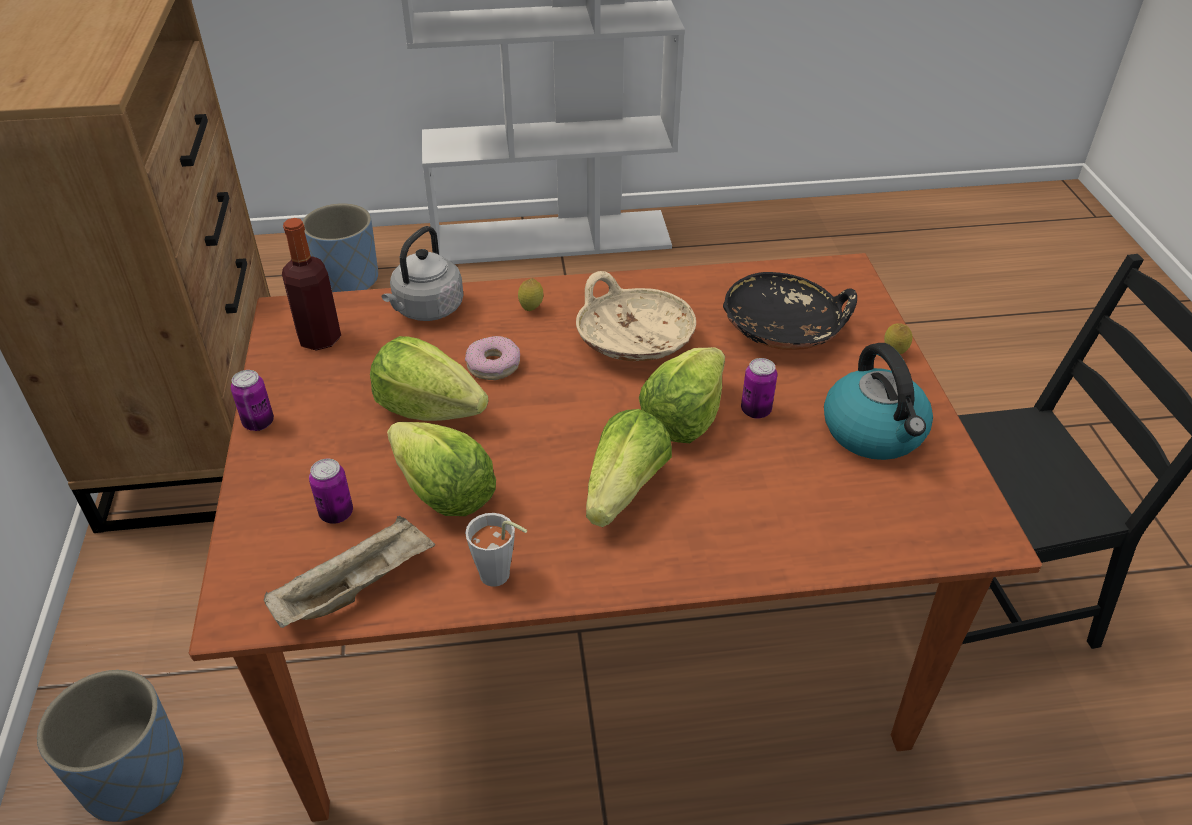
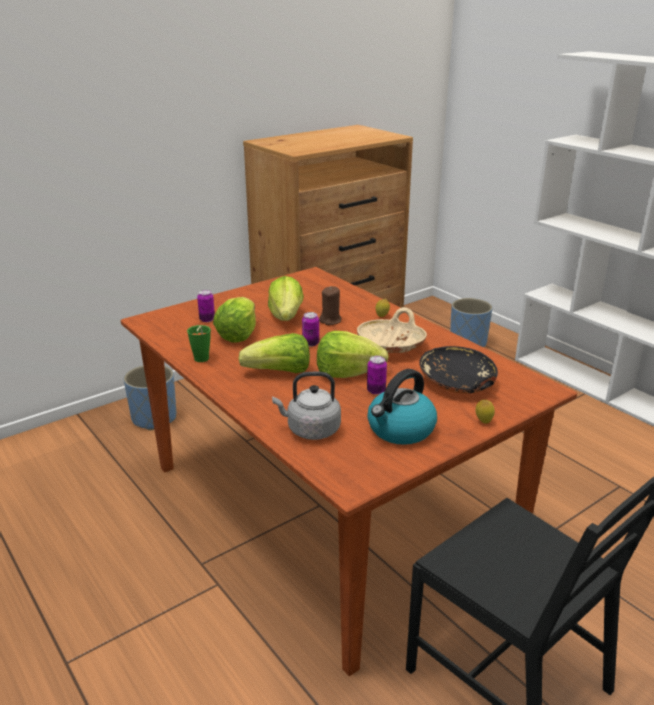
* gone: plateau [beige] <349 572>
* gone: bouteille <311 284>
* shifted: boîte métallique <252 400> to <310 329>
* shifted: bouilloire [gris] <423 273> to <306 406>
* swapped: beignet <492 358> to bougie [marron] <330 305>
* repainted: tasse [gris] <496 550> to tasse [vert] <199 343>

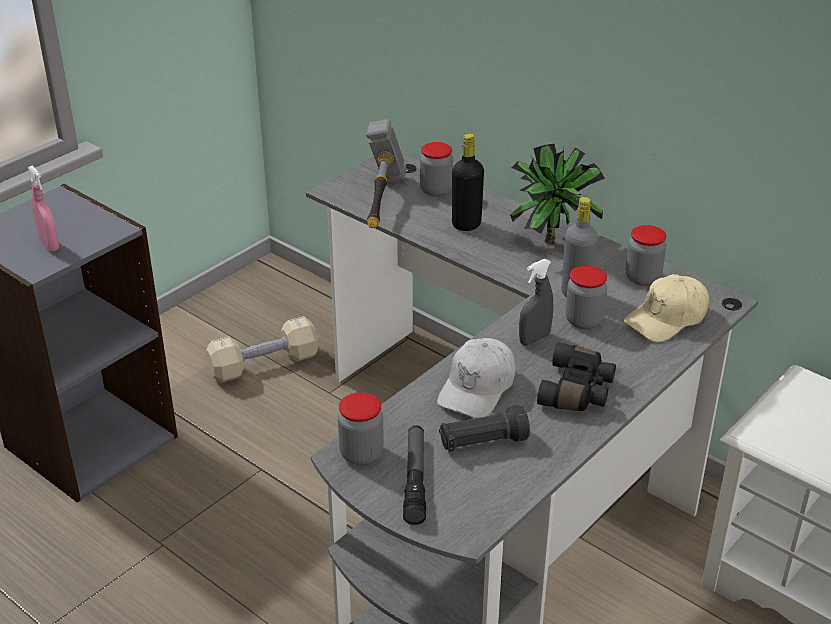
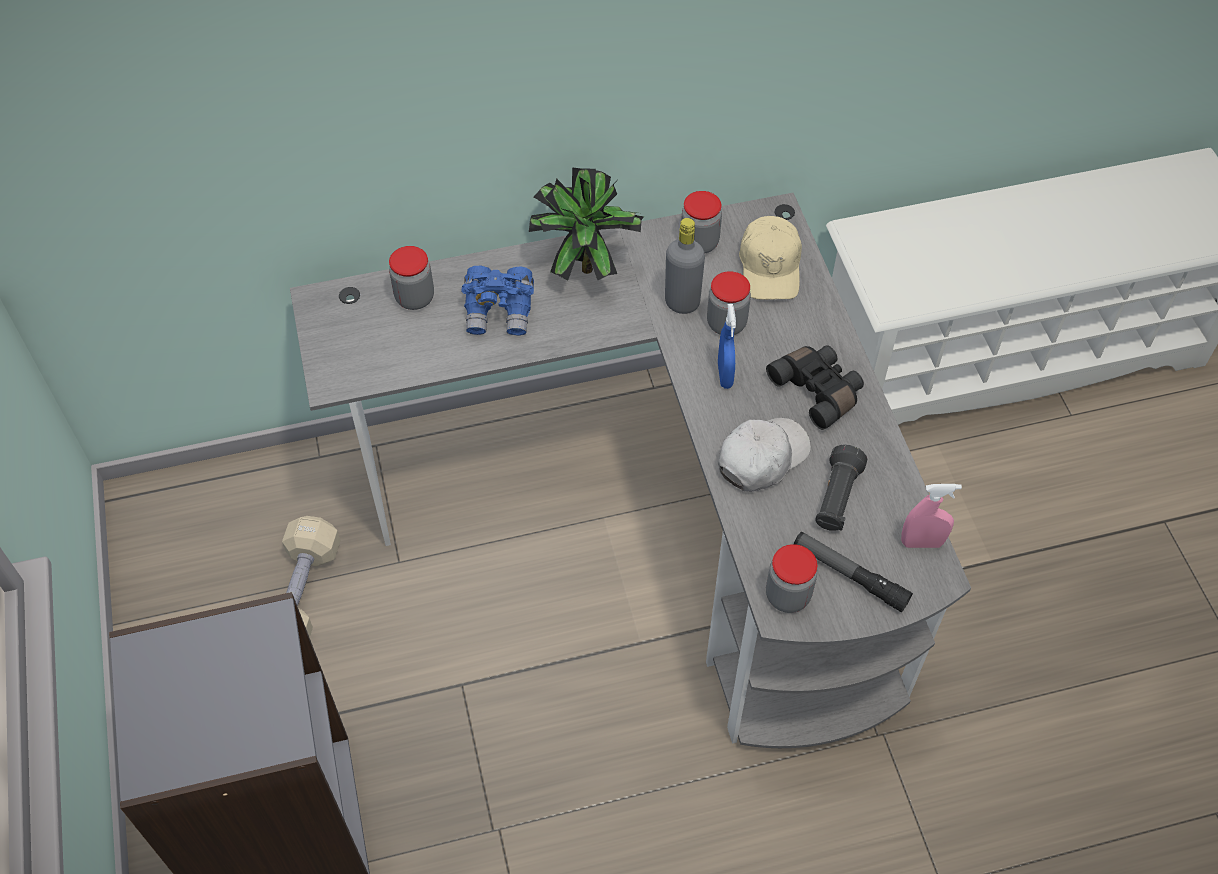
* gone: marteau <386 173>
* shifted: vaporisateur [rose] <43 208> to <931 516>
* swapped: bouteille [noir] <468 182> to jumelles [bleu] <497 300>
* repainted: vaporisateur [gris] <536 302> to vaporisateur [bleu] <727 346>
* rotated: casquette [blanc] <476 378> = <764 455> 105 degrees counterclockwise

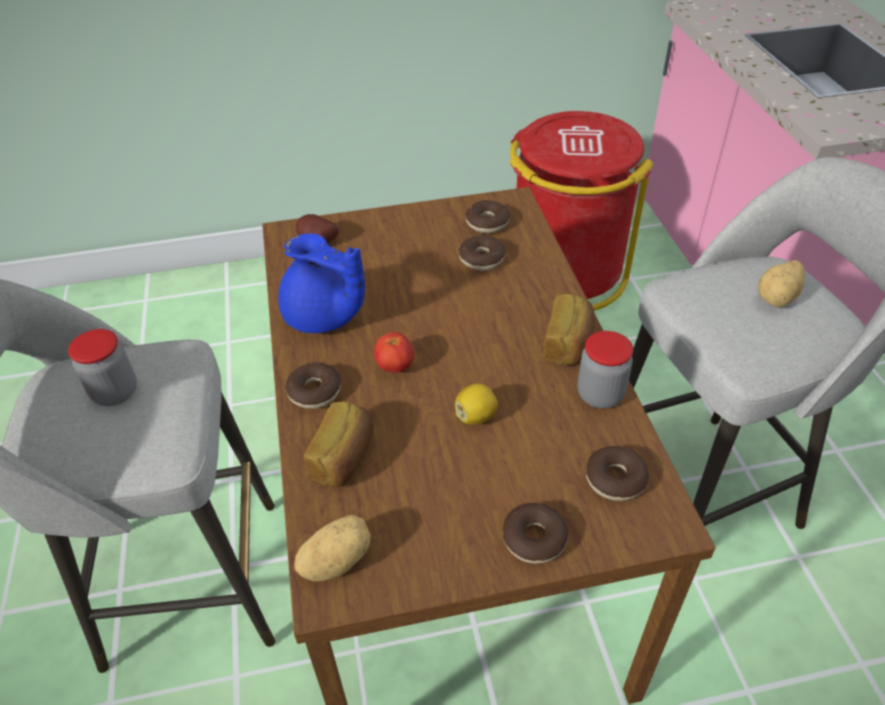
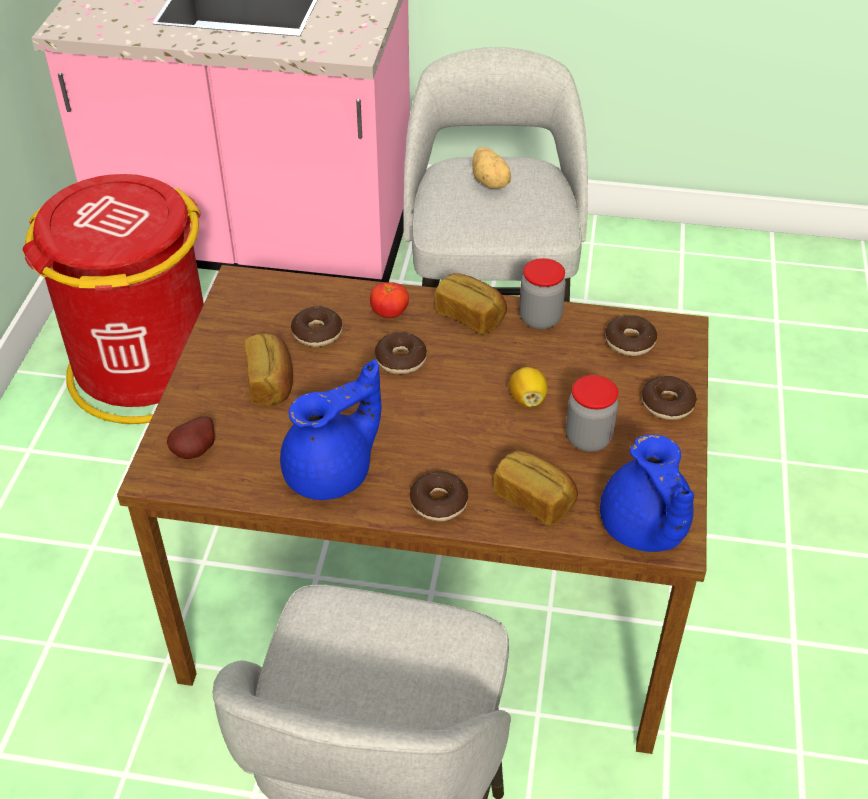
* new: pain <268 370>
* shifted: bocal <102 367> to <592 413>
* shifted: tomate <394 352> to <389 300>
* shifted: beignet <488 216> to <401 353>
* swapped: pomme de terre <332 548> to théière [bleu] <647 493>

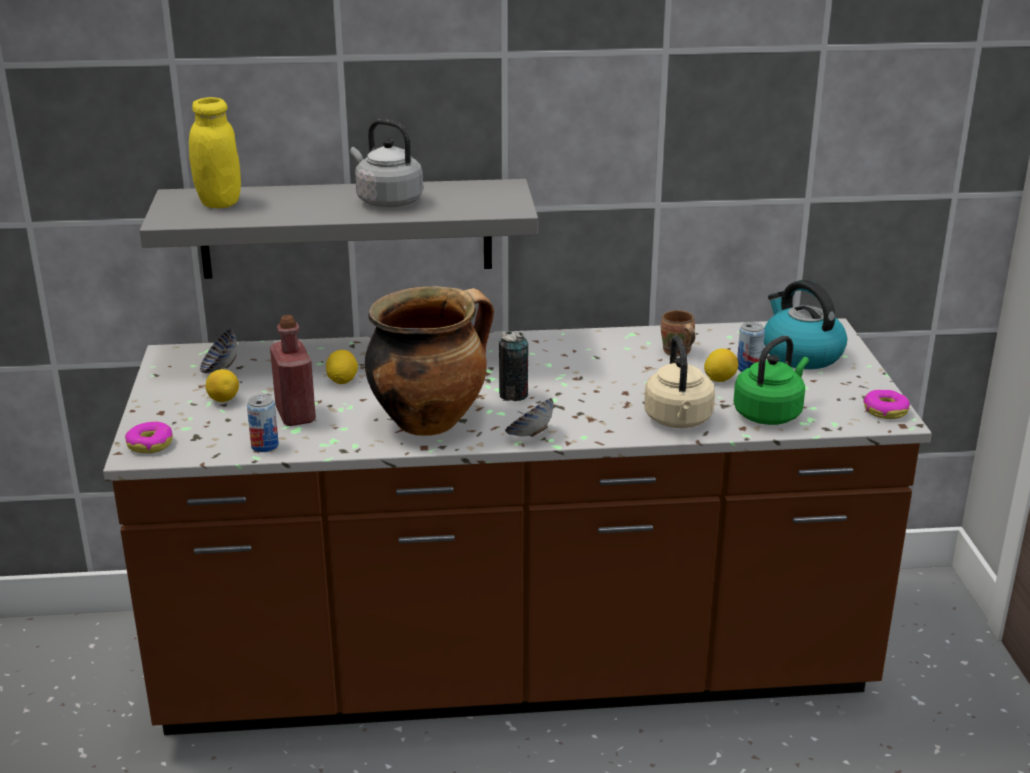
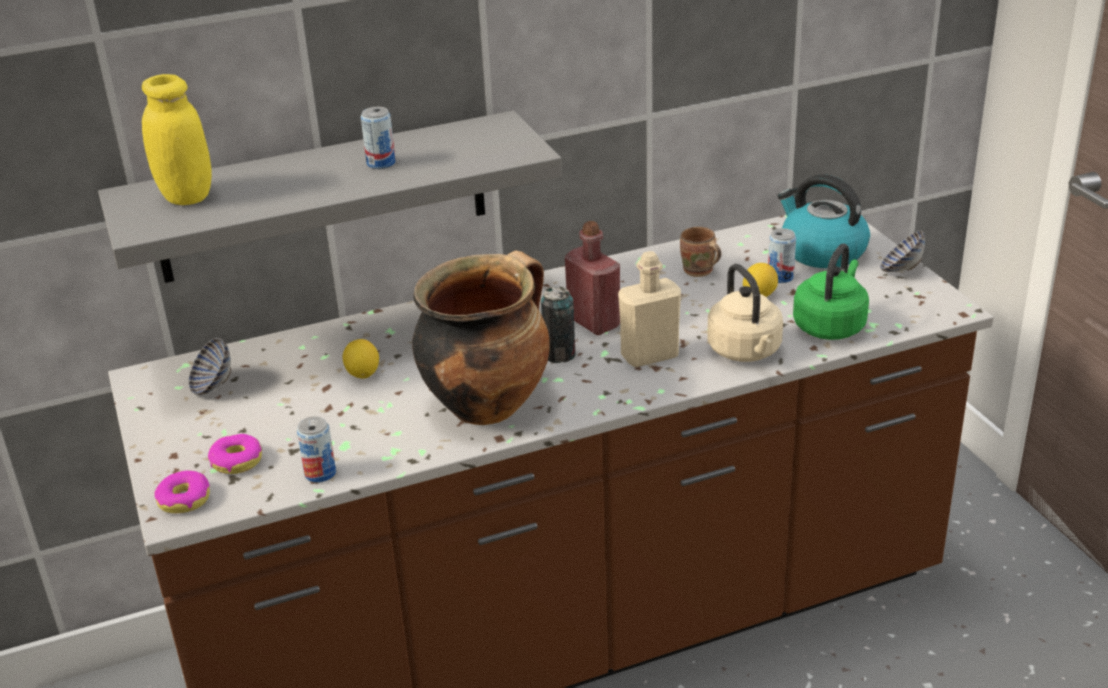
* gone: citron <222 385>
* new: bouteille [beige] <649 309>
* shifted: bouteille [rouge] <293 370> to <592 278>
* shifted: bol <529 417> to <902 251>
* shifted: beignet <886 404> to <235 454>
* swapped: bouilloire [gris] <386 163> to boîte métallique <378 138>

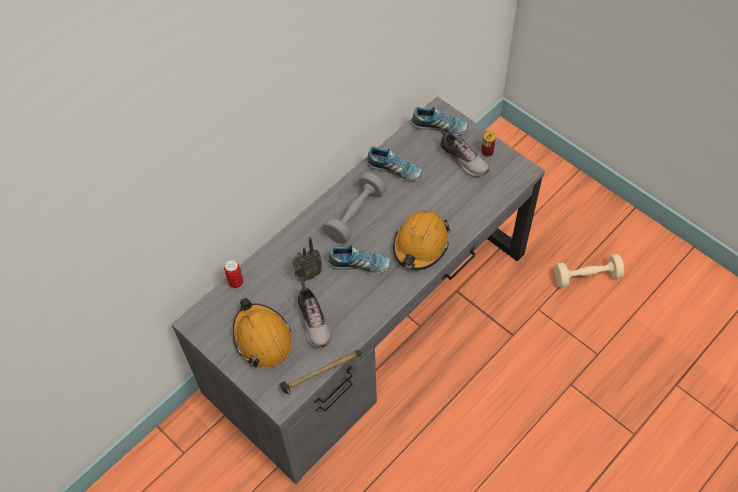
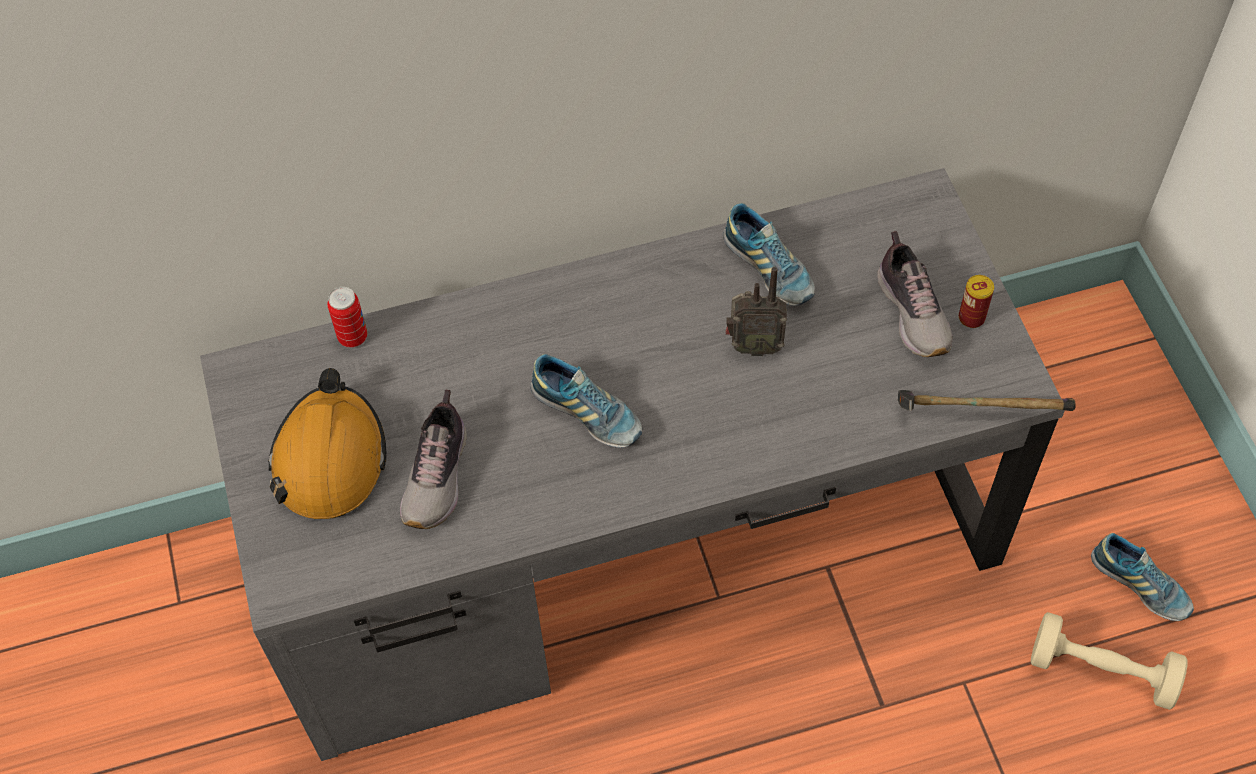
* gone: haltère [gris] <354 208>
* gone: casque de chantier [orange] <422 240>
* shifted: marteau <320 372> to <987 400>
* shifted: radio <307 259> to <756 311>
* shifted: chaussure <439 121> to <1142 577>

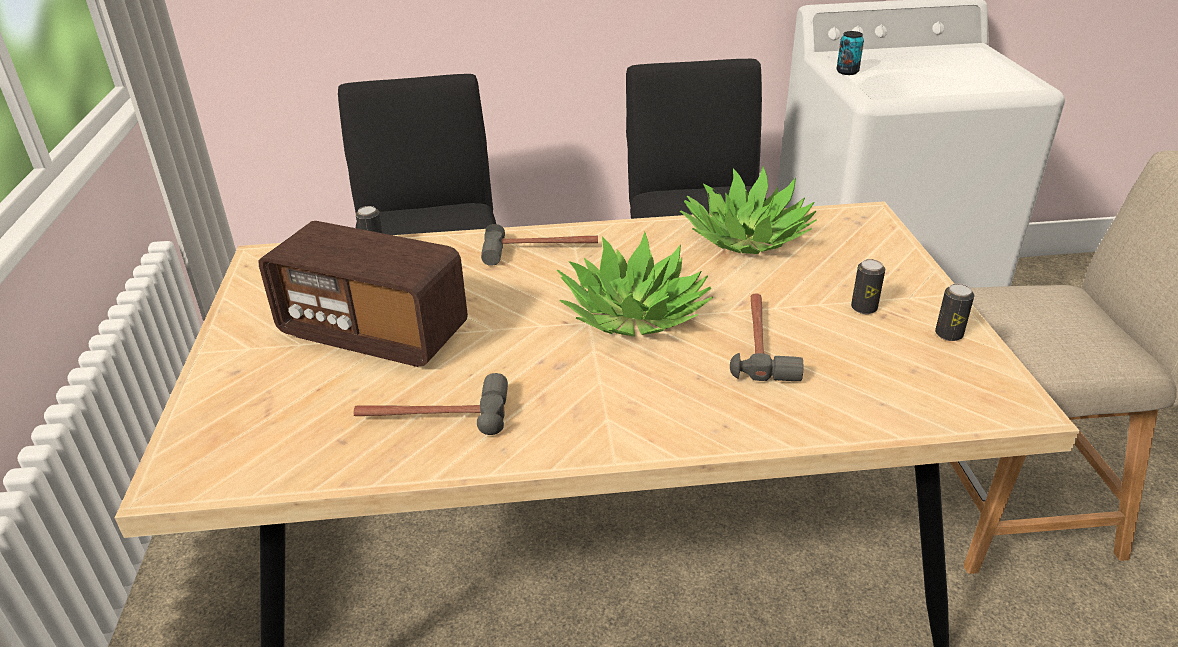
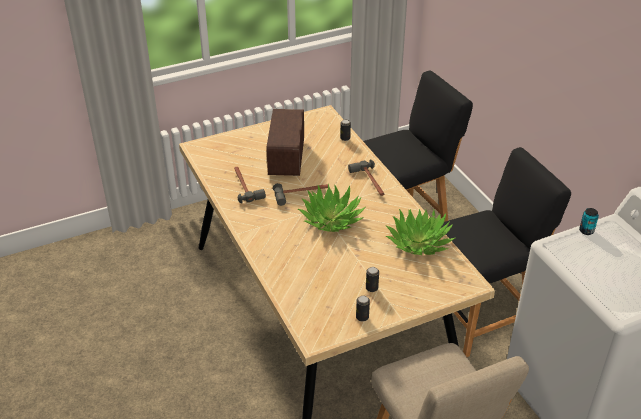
* shifted: marteau <766 337> to <300 194>

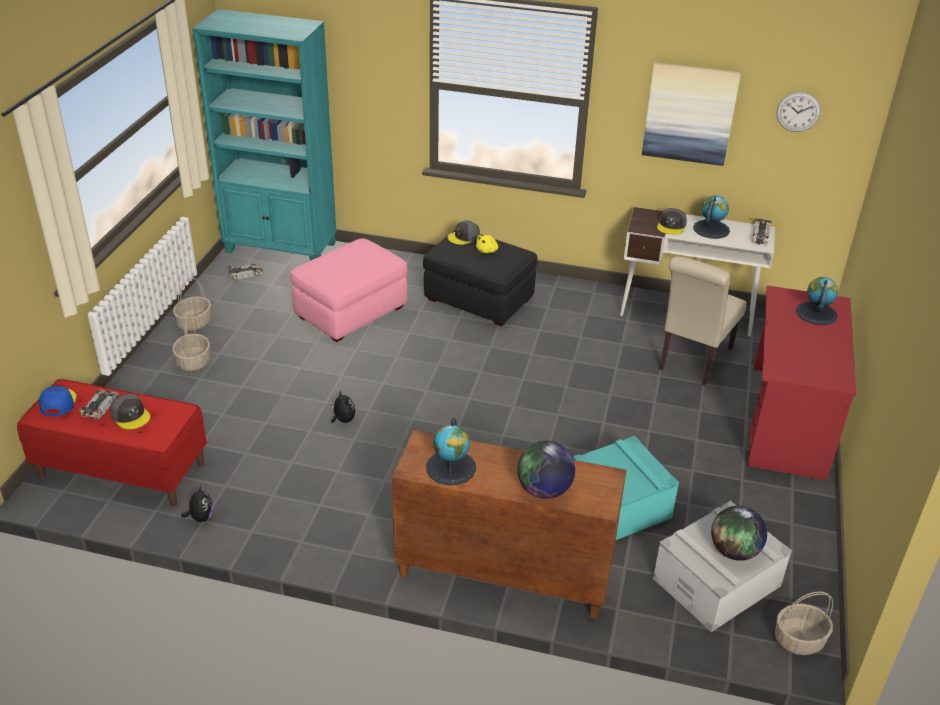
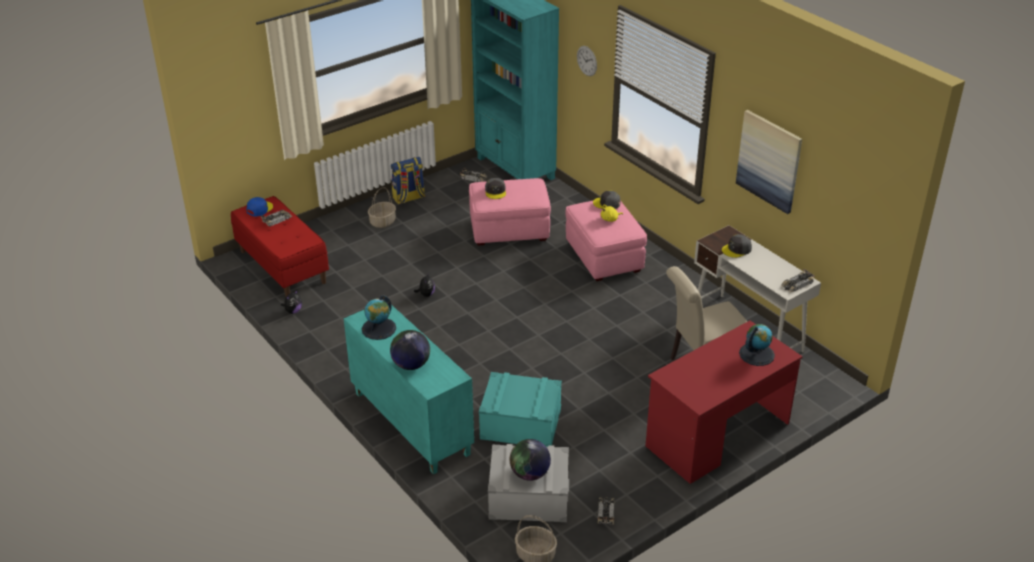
* gone: globe <711 217>
* new: petite voiture <606 511>
* shifted: casquette [gris] <130 411> to <495 188>
* shifted: horloge murale <798 112> to <587 61>
* swapped: panier <192 304> to sac à dos <408 180>
* repainted: meuble de rangement [marron] <509 524> to meuble de rangement [turquoise] <408 390>
* repainted: pouf [noir] <480 278> to pouf [rose] <606 241>

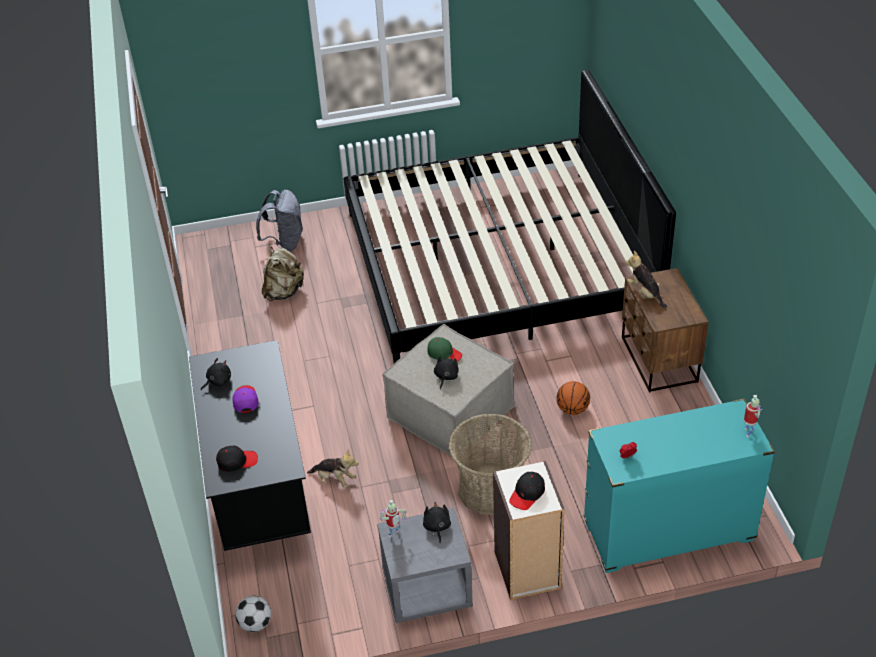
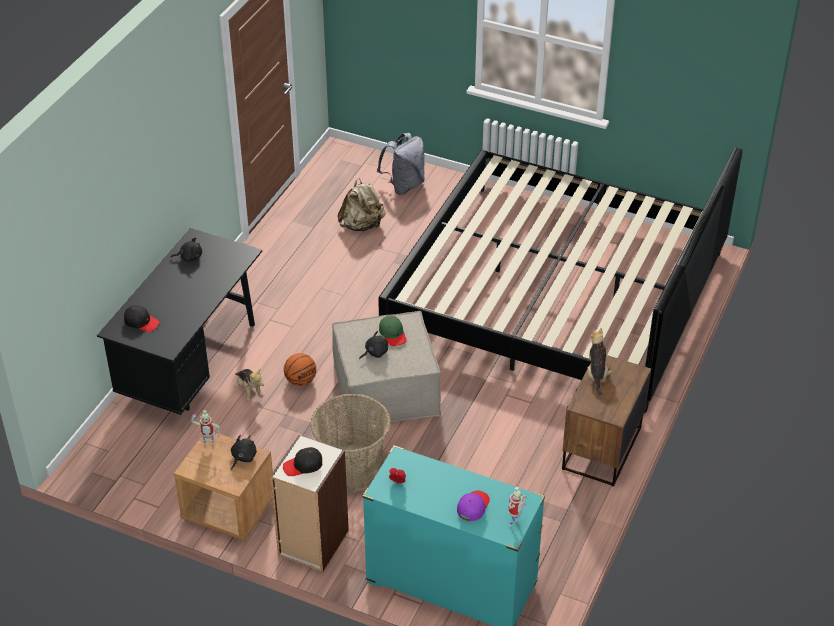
* gone: ballon de foot <253 614>
* shifted: casquette [violet] <246 399> to <473 506>
* shifted: ballon de basket <573 398> to <300 369>
* repainted: table de chevet [gris] <425 565> to table de chevet [marron] <223 486>

